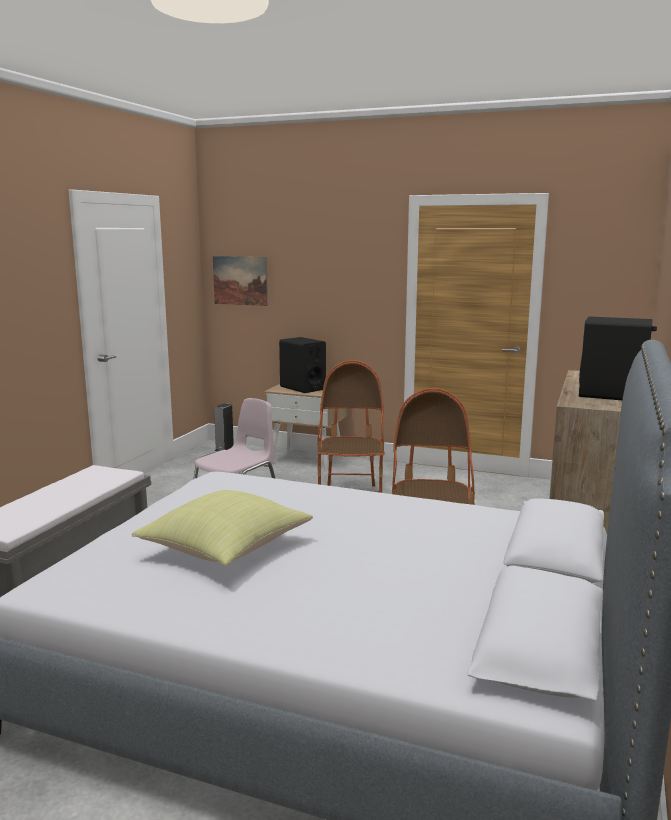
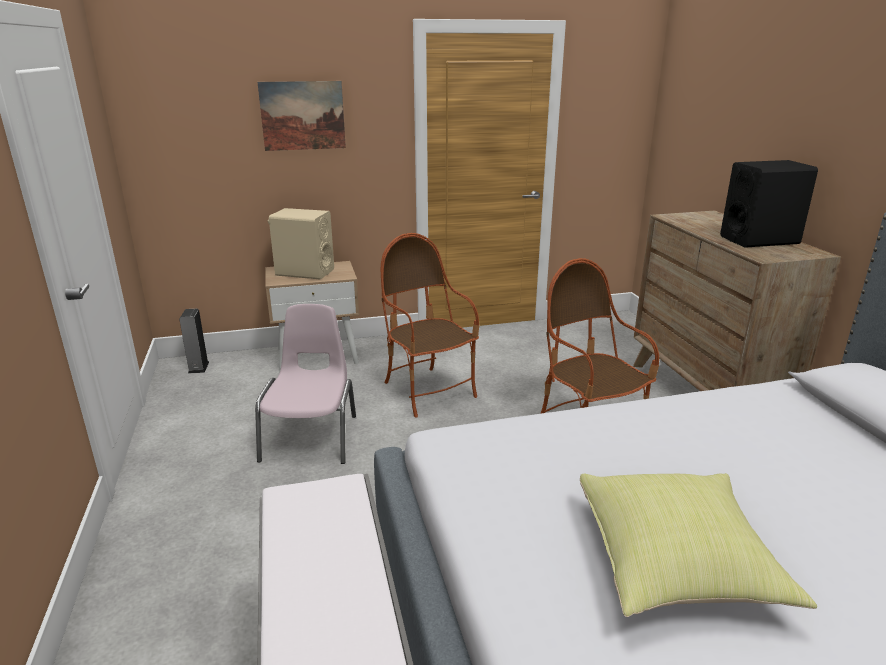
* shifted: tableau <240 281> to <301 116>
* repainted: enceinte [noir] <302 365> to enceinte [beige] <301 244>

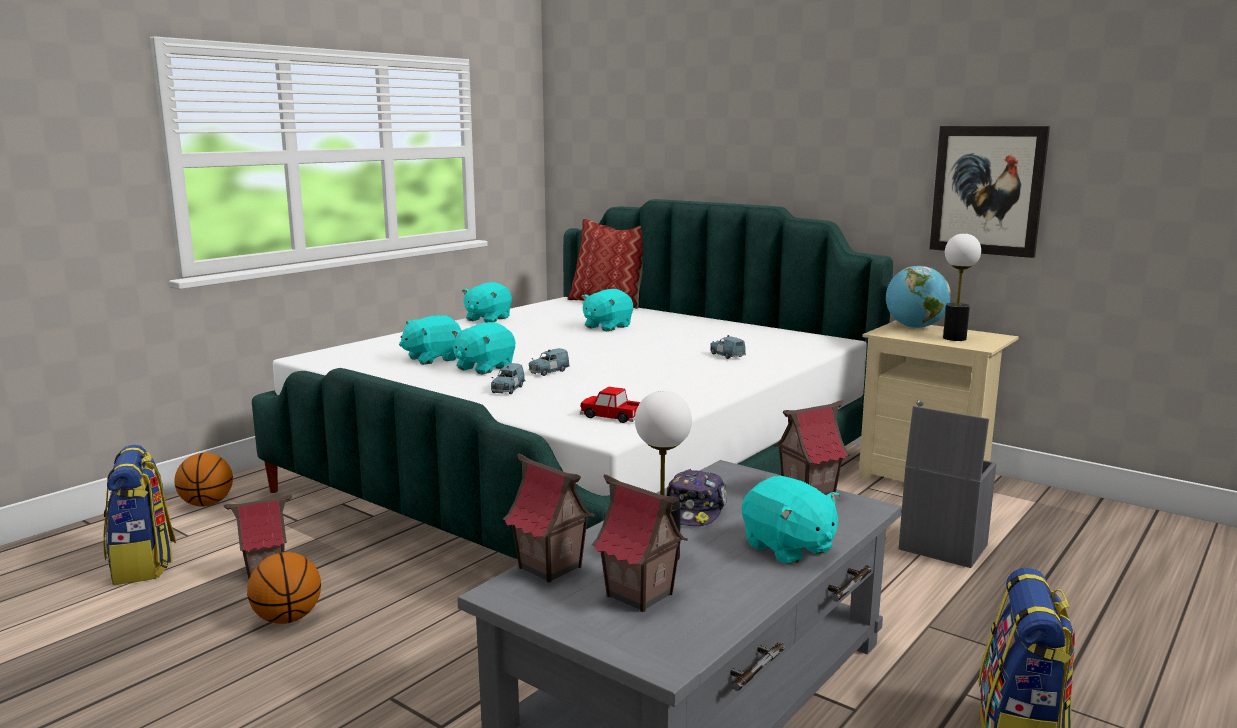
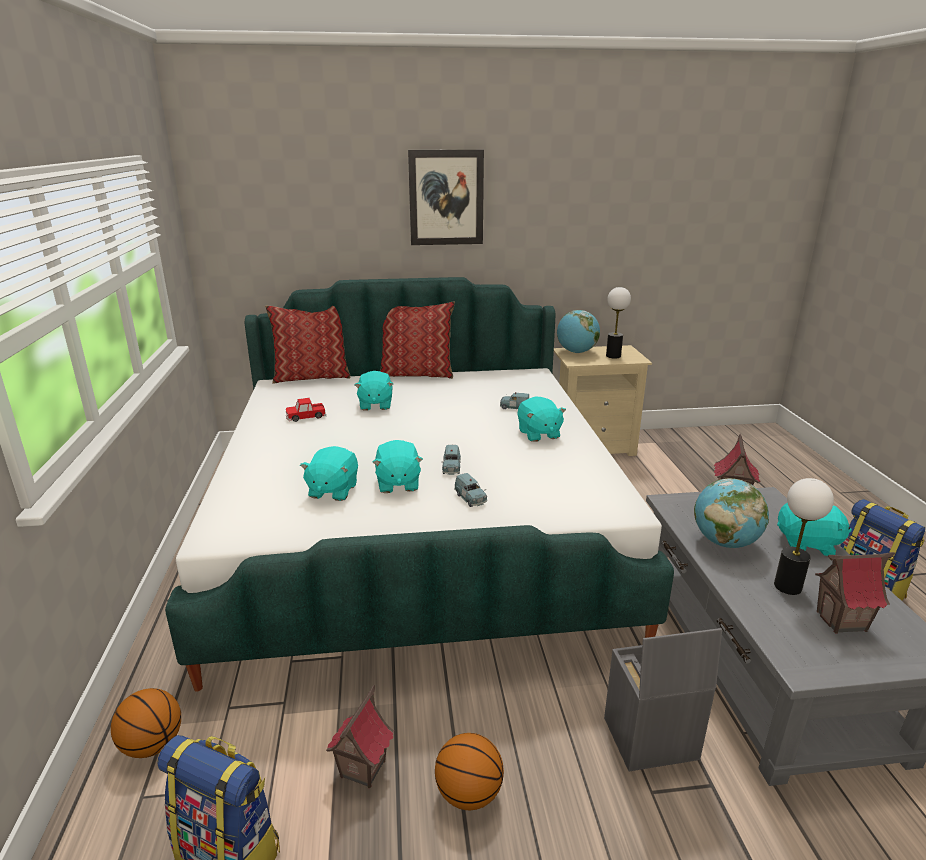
* gone: maison miniature <549 518>
* new: coussin <417 340>
* shifted: peluche [turquoise] <487 302> to <541 419>
* shifted: petite voiture <610 405> to <306 410>
* shifted: boîte de rangement [gris] <947 487> to <663 699>
* shifted: tableau <990 192> to <446 197>
* swapped: casquette <697 497> to globe <731 513>

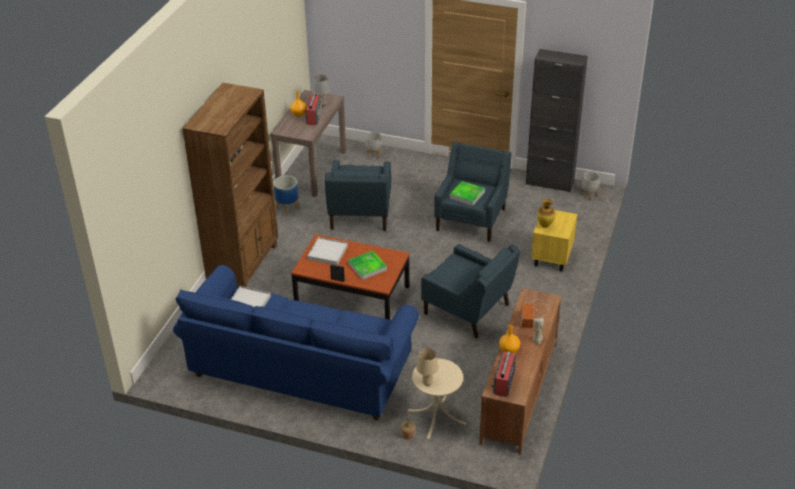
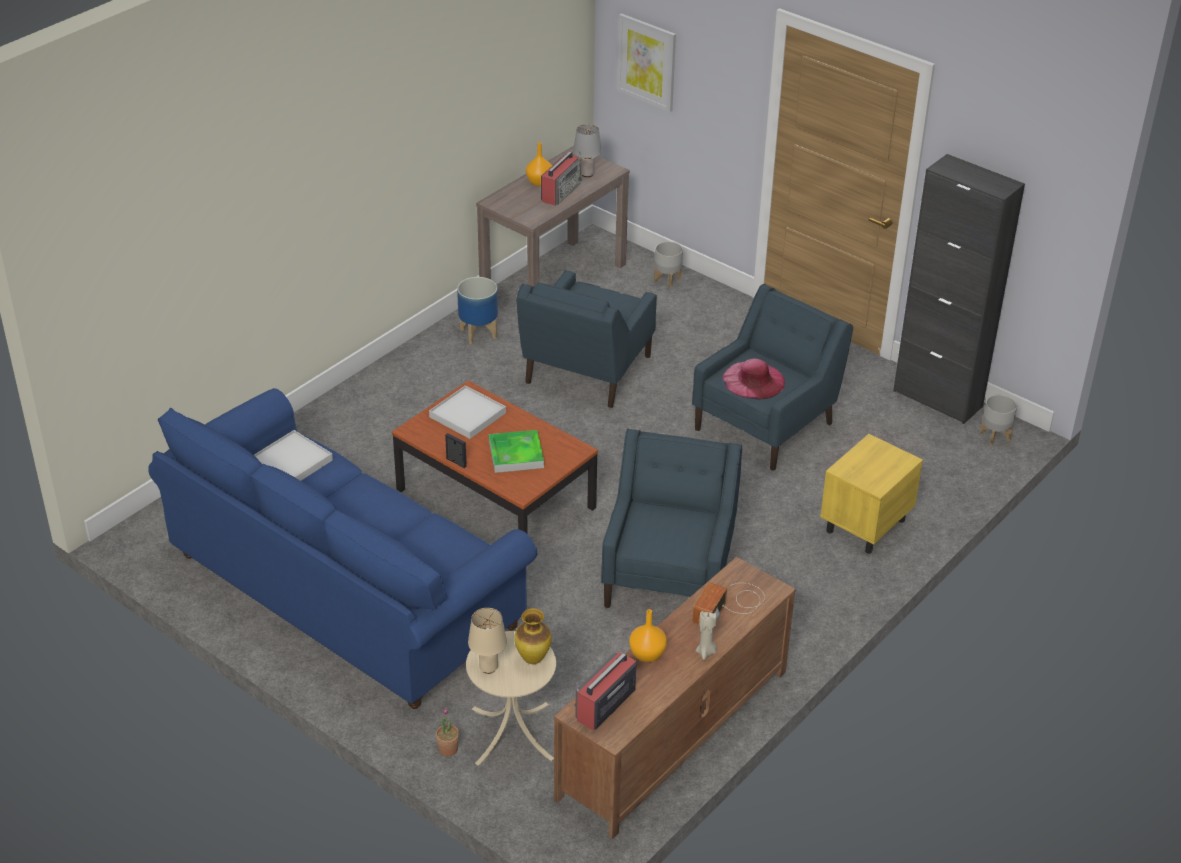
* gone: bibliothèque [marron] <230 185>
* new: tableau <646 62>
* shifted: vase <546 213> to <533 636>
* swapped: plateau <467 193> to chapeau [rose] <754 378>
* rotated: fauteuil [bleu] <470 291> = <671 518> 135 degrees counterclockwise

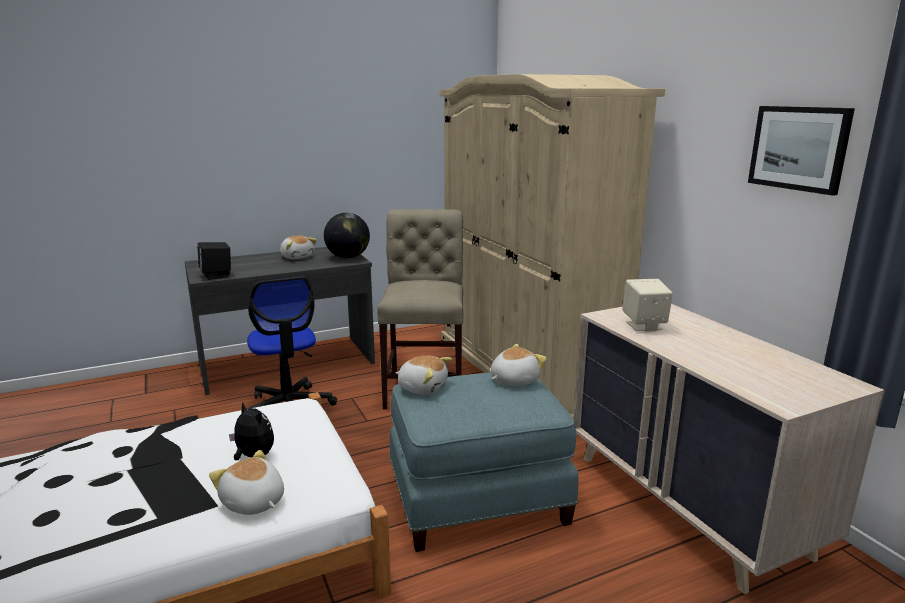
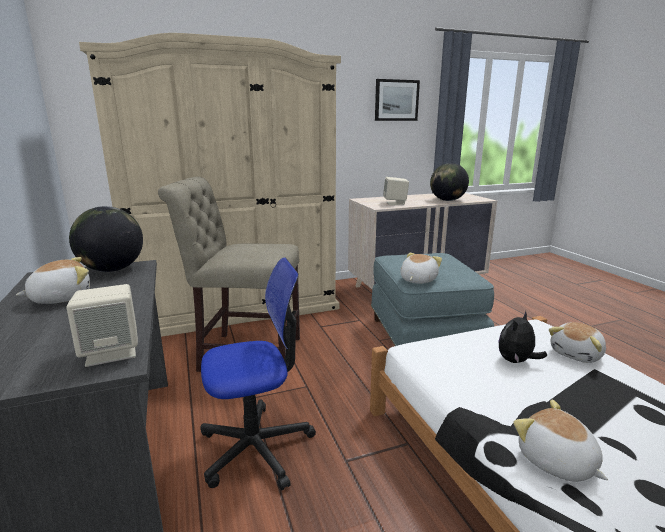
* new: globe <449 182>
* shifted: peluche <519 365> to <560 441>
* repainted: enceinte [noir] <214 261> to enceinte [beige] <102 325>

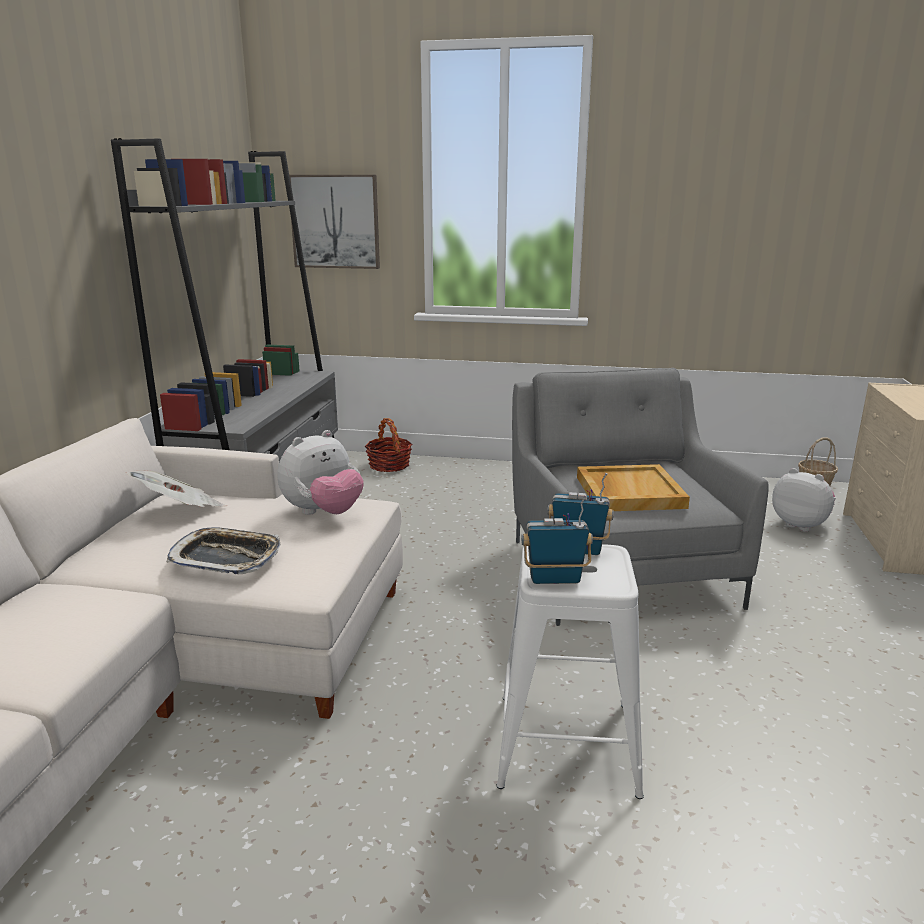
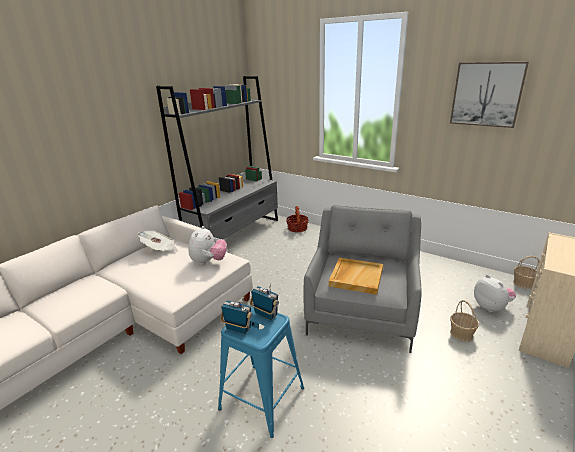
* gone: plateau <224 550>
* new: panier <464 321>
* shifted: tableau <334 222> to <489 95>
* repainted: tabouret [blanc] <570 671> to tabouret [bleu] <261 371>
* rotated: peluche <320 472> = <207 245> 60 degrees counterclockwise

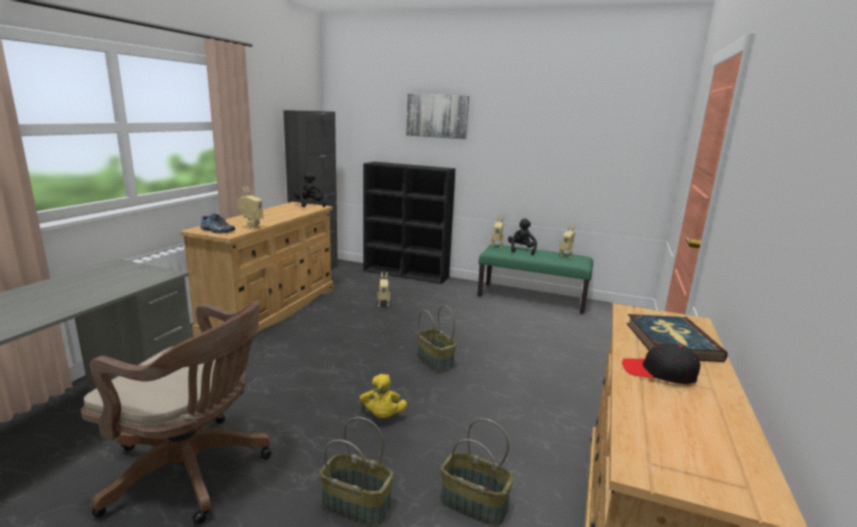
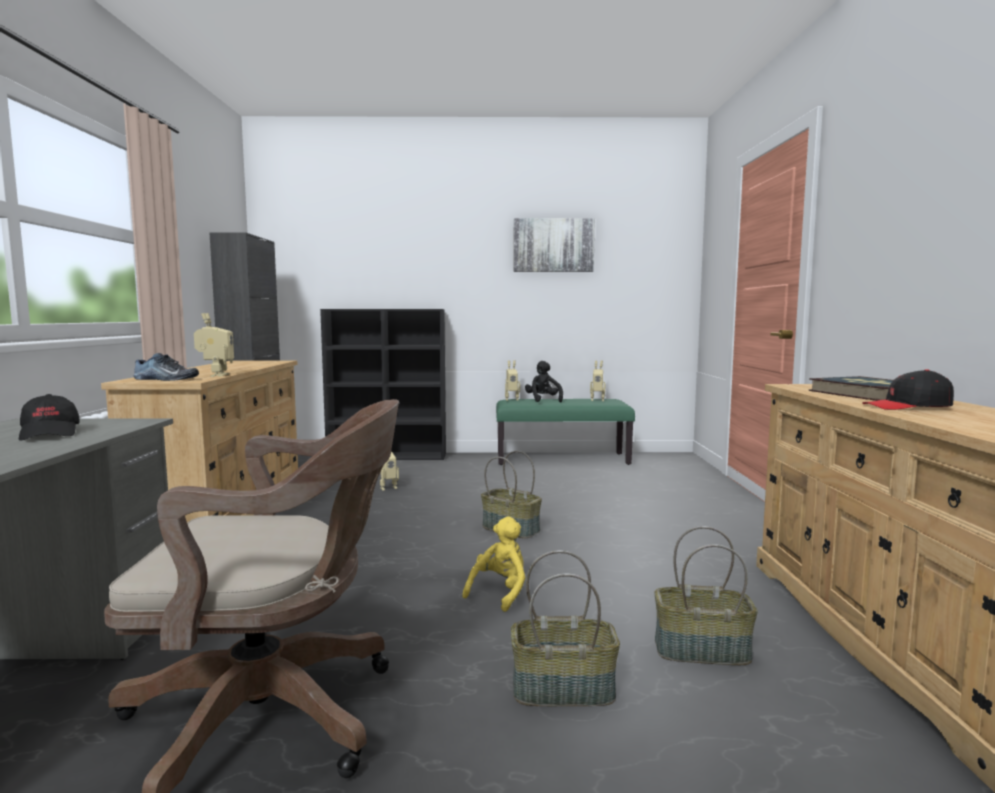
* gone: peluche [noir] <310 189>
* new: casquette [noir] <49 417>
* shifted: tableau <437 116> to <554 245>
* rotated: peluche [jaune] <383 396> = <493 564> 120 degrees counterclockwise

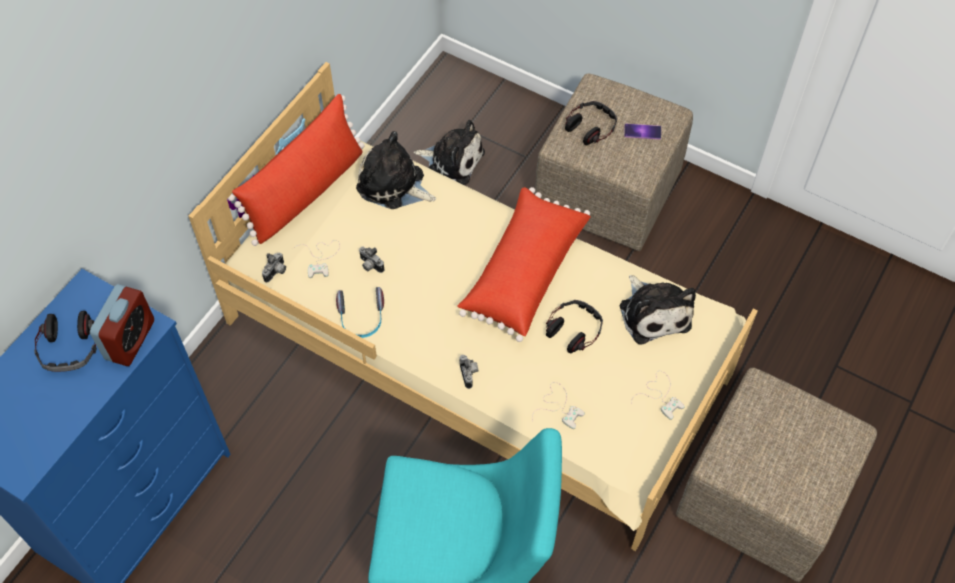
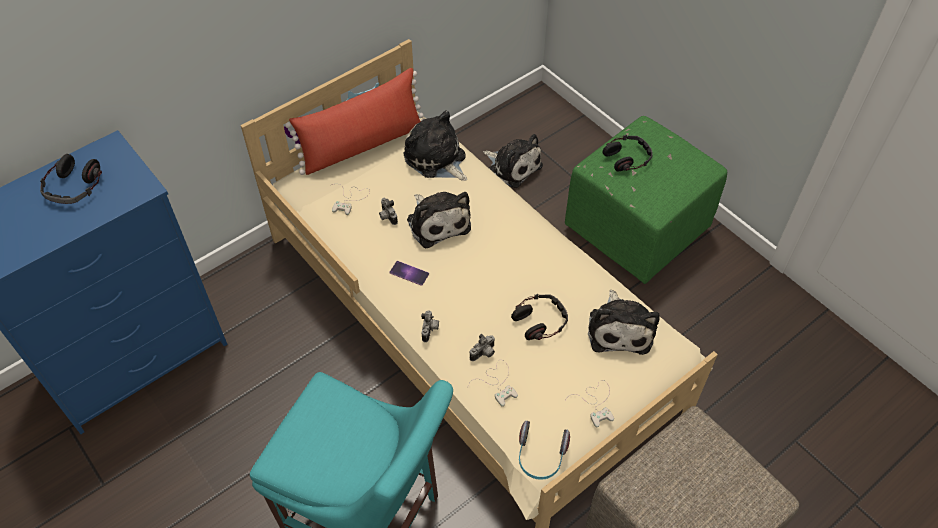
* gone: réveil <122 325>
* gone: coussin [rouge] <524 264>
* new: peluche <439 220>
* shifted: appareil photo <274 267> to <482 347>
* shifted: casque audio <360 312> to <544 450>
* shifted: téléphone <642 132> to <409 273>
* repainted: pouf [beige] <614 162> to pouf [vert] <646 200>

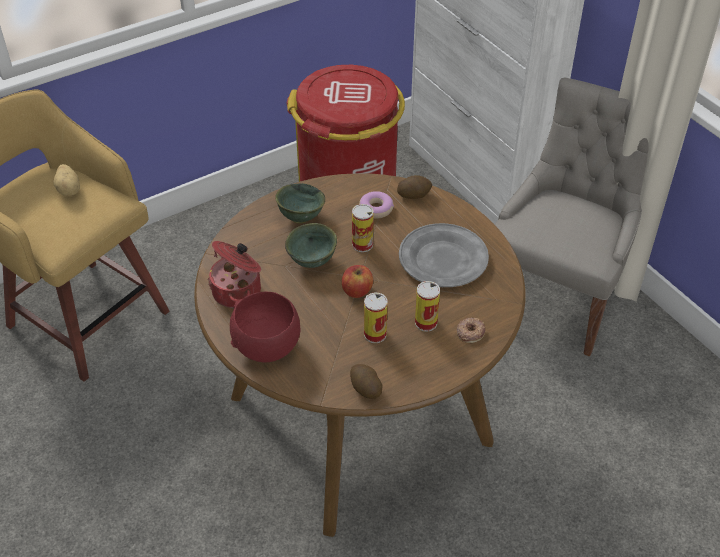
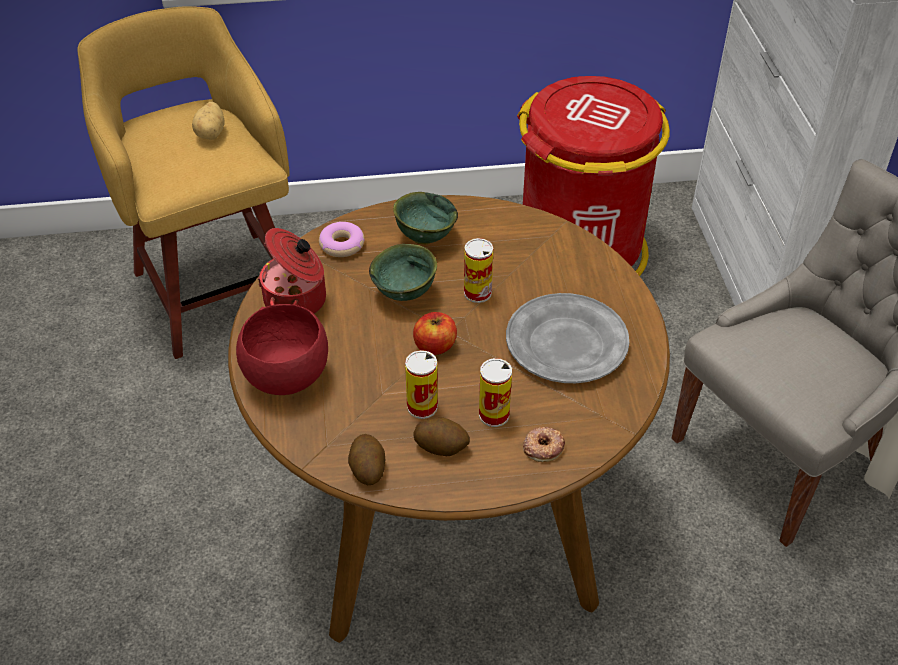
* shifted: beignet <376 204> to <341 239>
* shifted: pomme de terre <414 187> to <441 437>

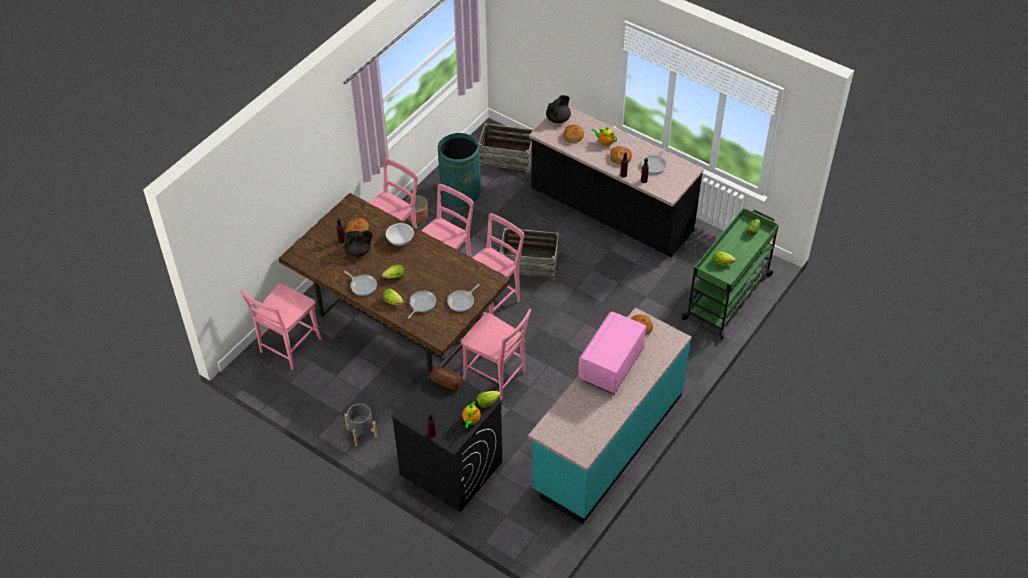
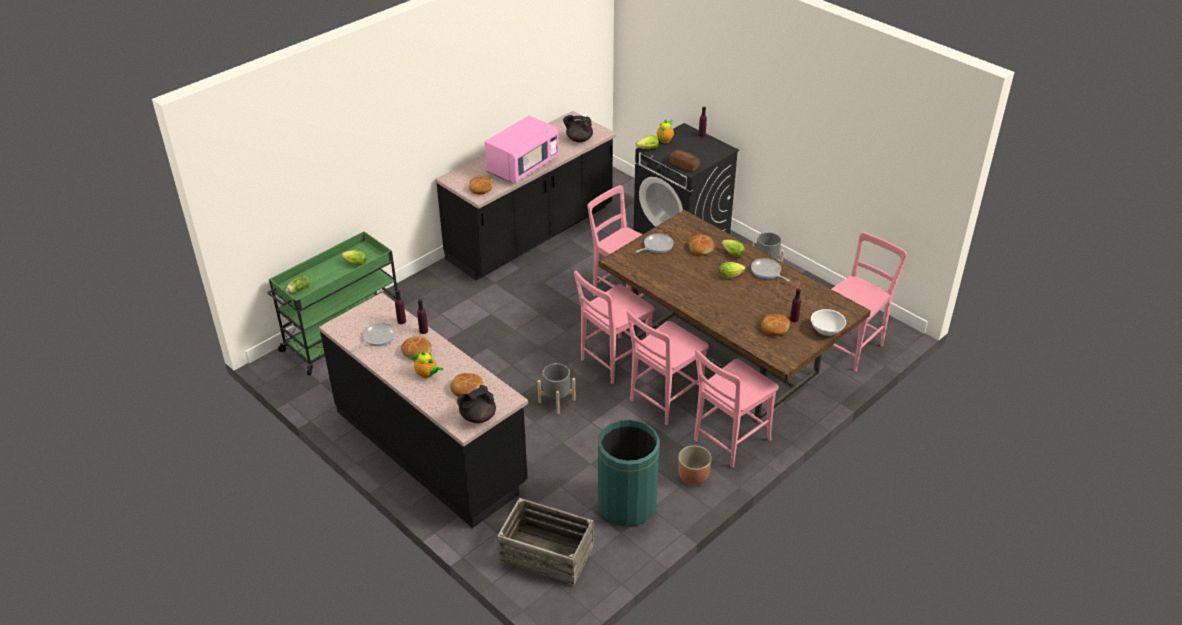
* shifted: théière [noir] <359 243> to <578 128>
* shifted: bol [blanc] <400 234> to <828 322>
* swapped: poêle <421 304> to pain <701 245>
* swapped: caisse <529 253> to cache-pot [gris] <557 388>
* repainted: comptoir de cuisine [turquoise] <610 416> to comptoir de cuisine [noir] <525 196>

